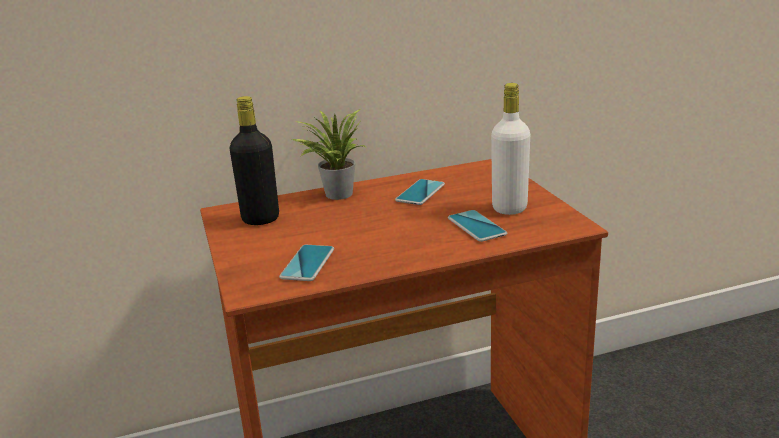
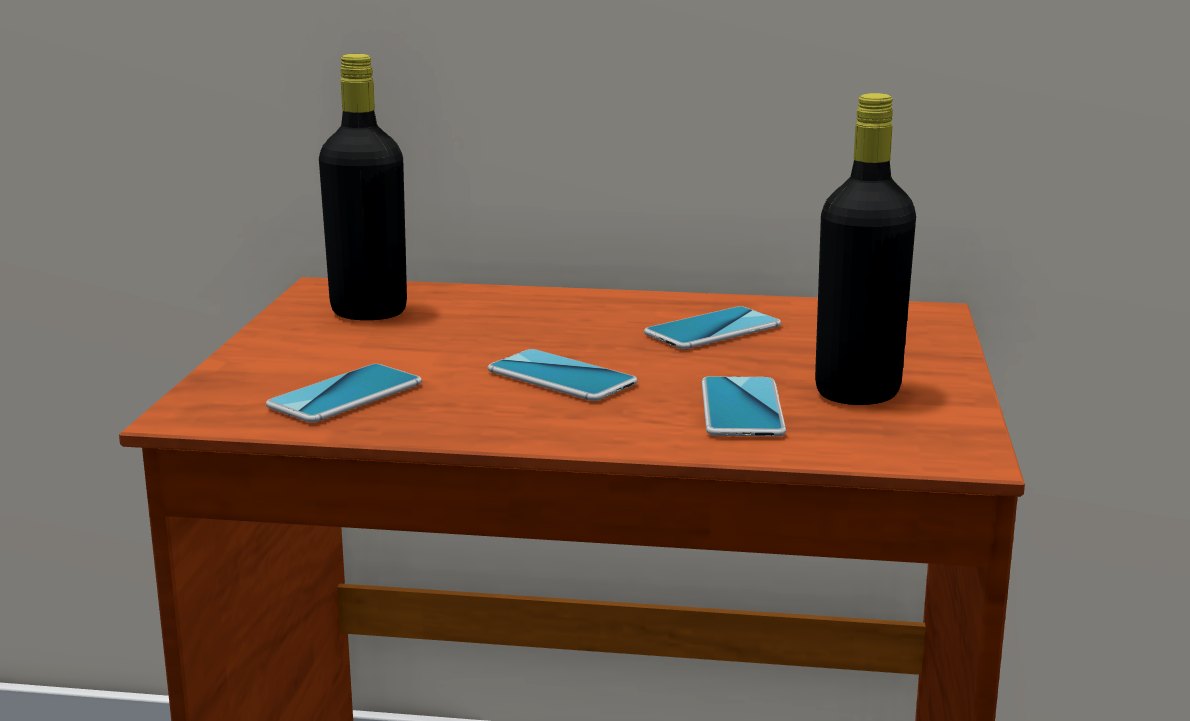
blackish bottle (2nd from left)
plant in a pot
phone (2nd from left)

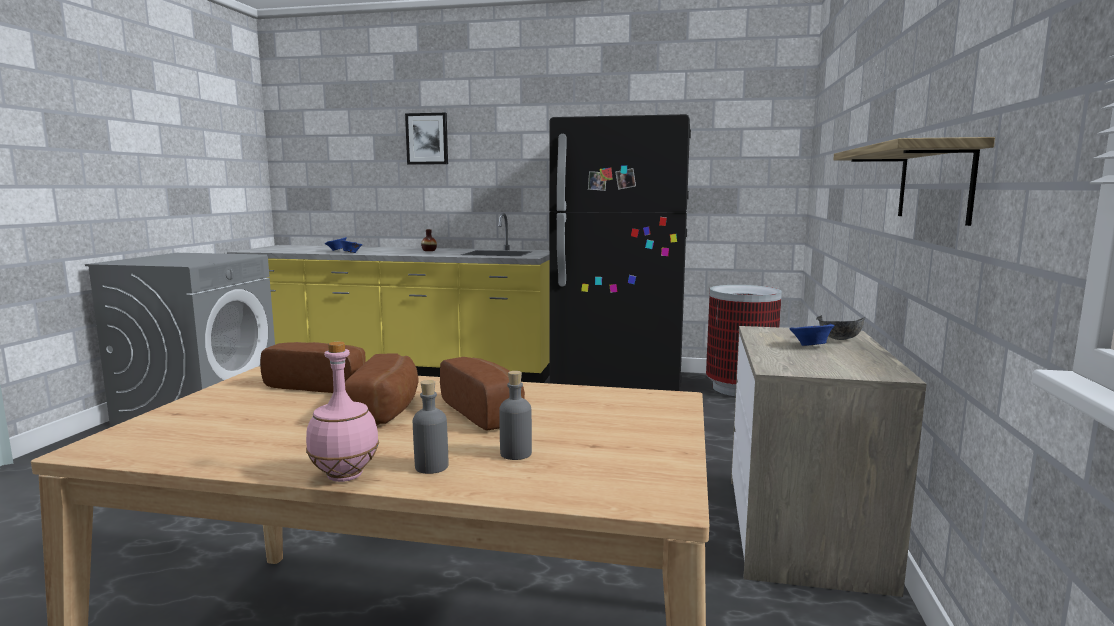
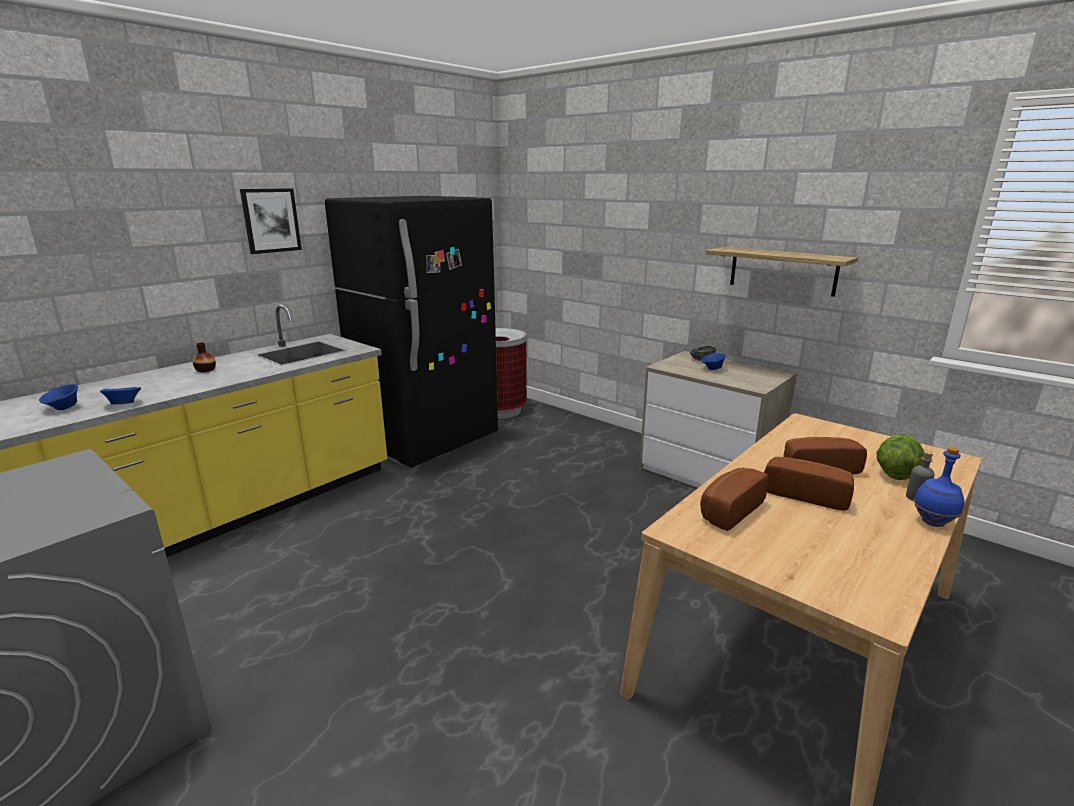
wall art
blue-coloured bottle
lettuce head

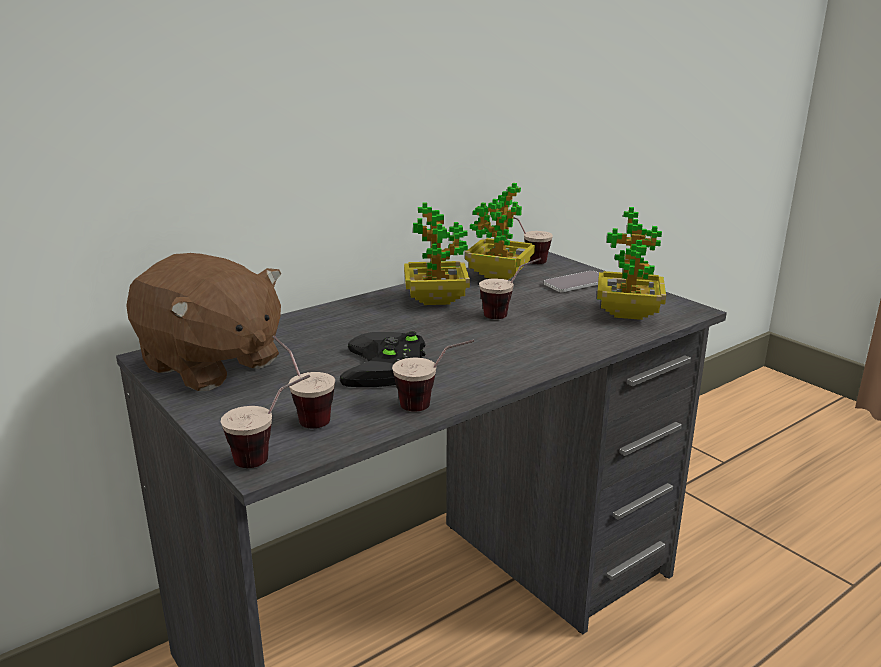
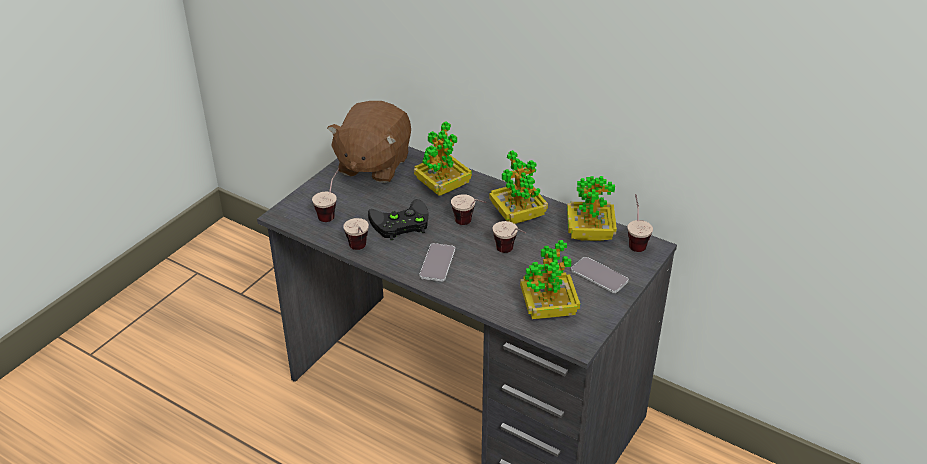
small cup (3rd from left)
plant in a pot (1st from left)
phone (1st from left)

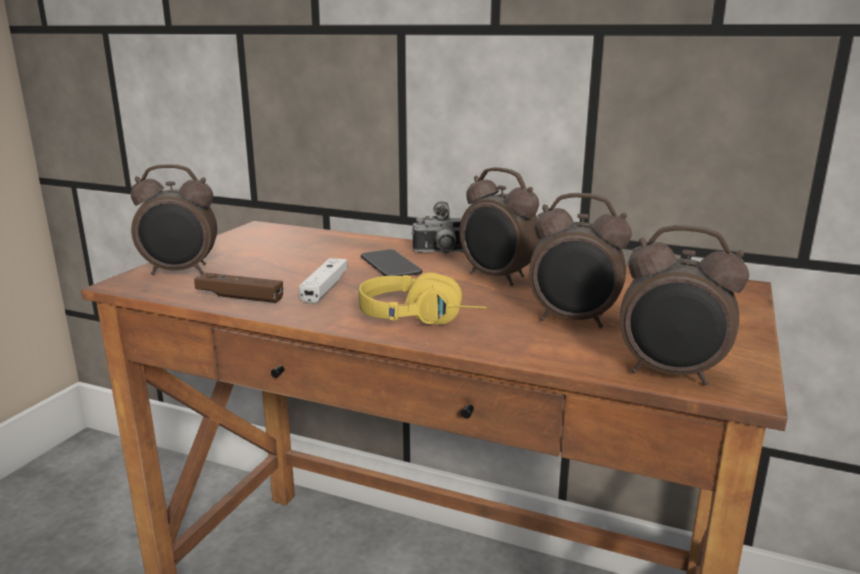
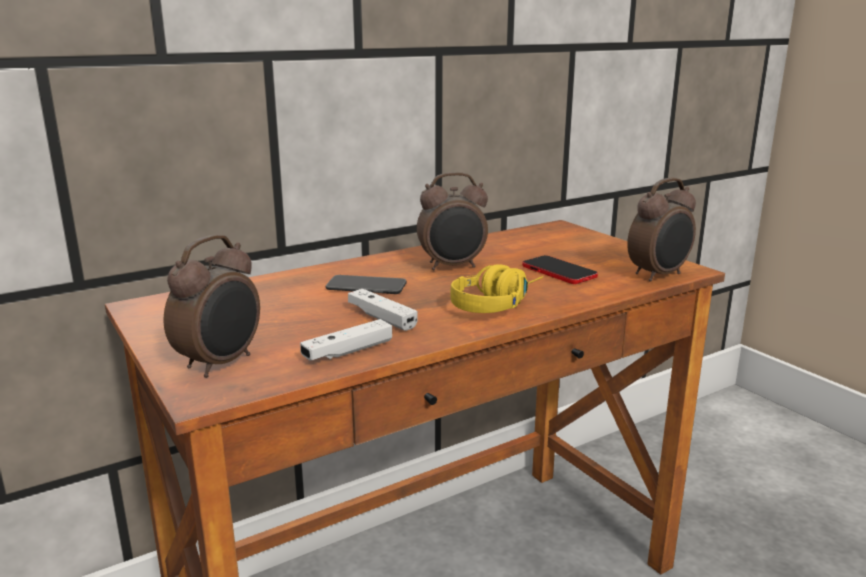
phone (2nd from left)
photo camera
white-coloured joypad (1st from left)

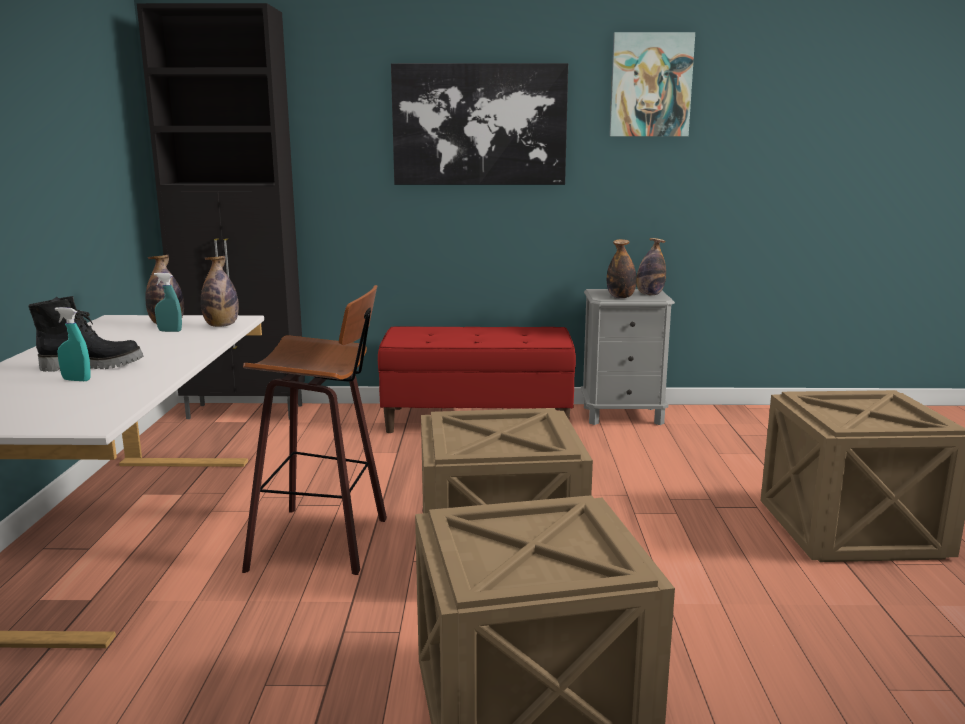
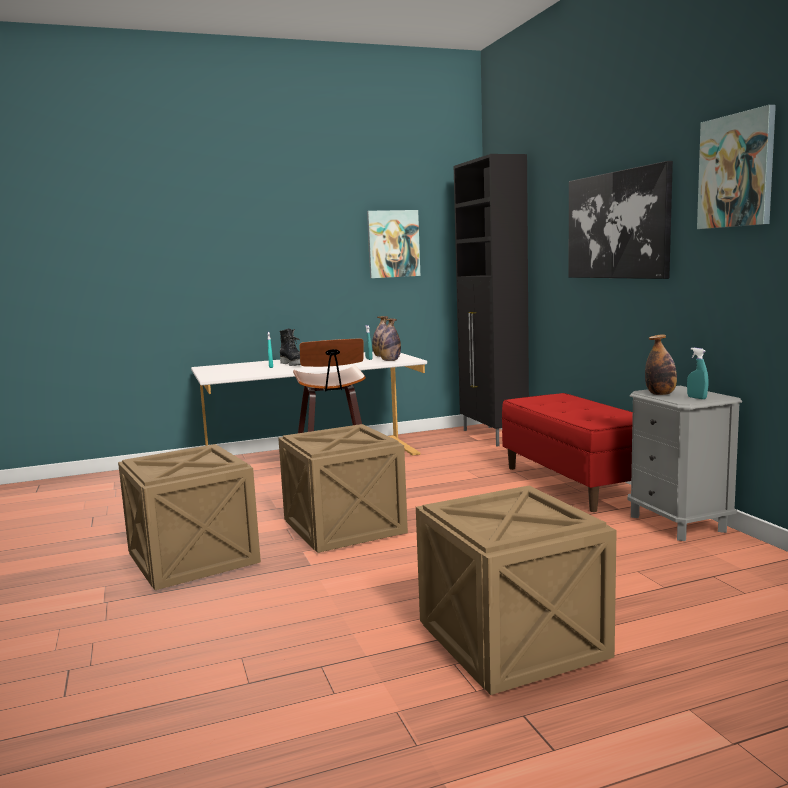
turquoise sprayer (3rd from left)
wall art (1st from left)

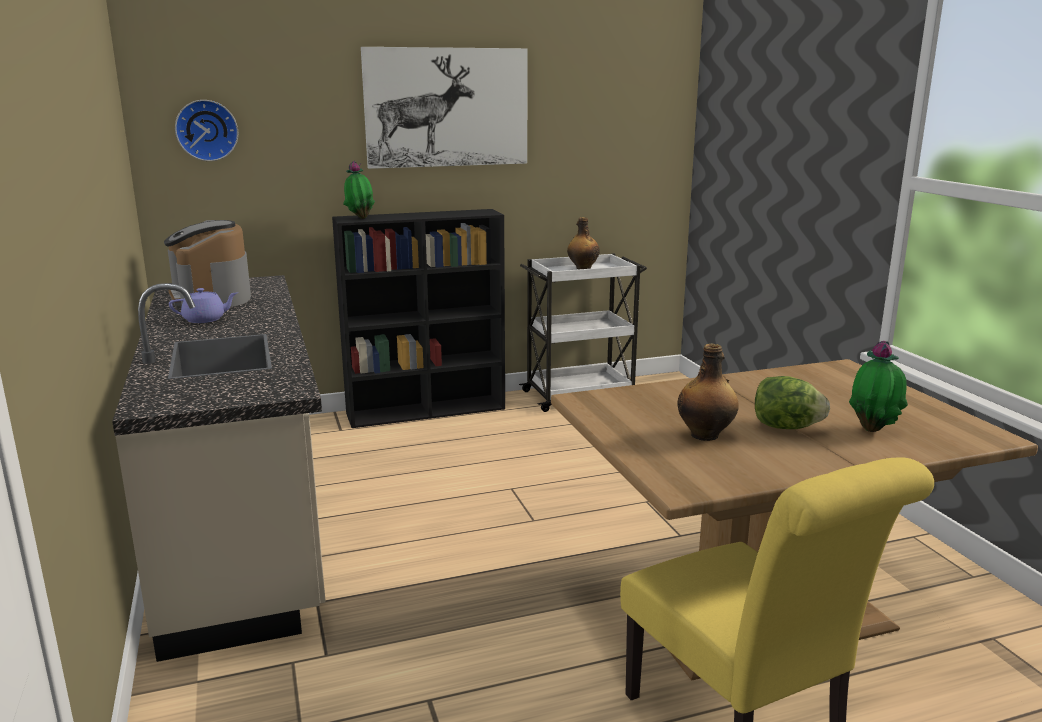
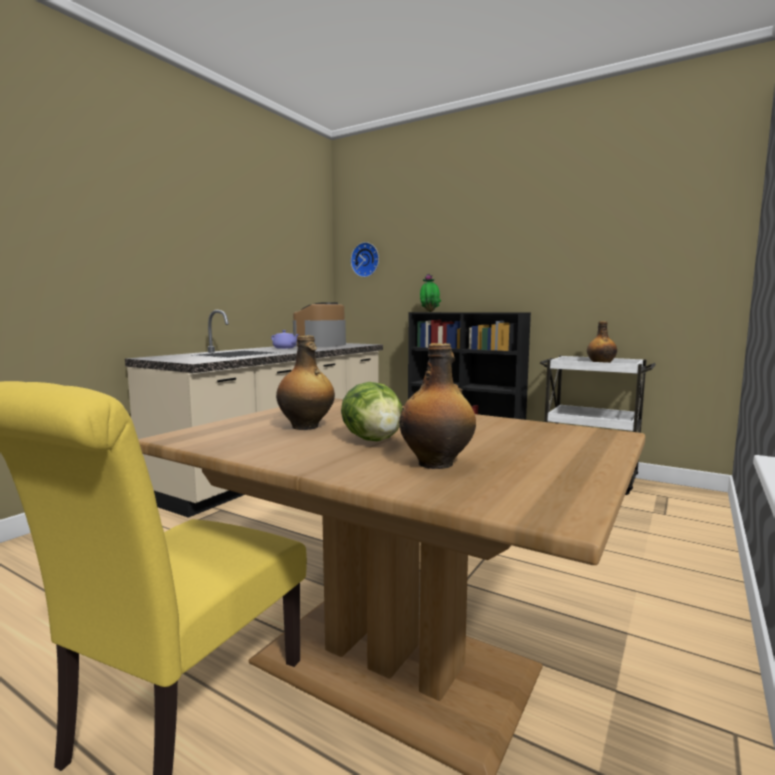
wall art
bottle (2nd from left)

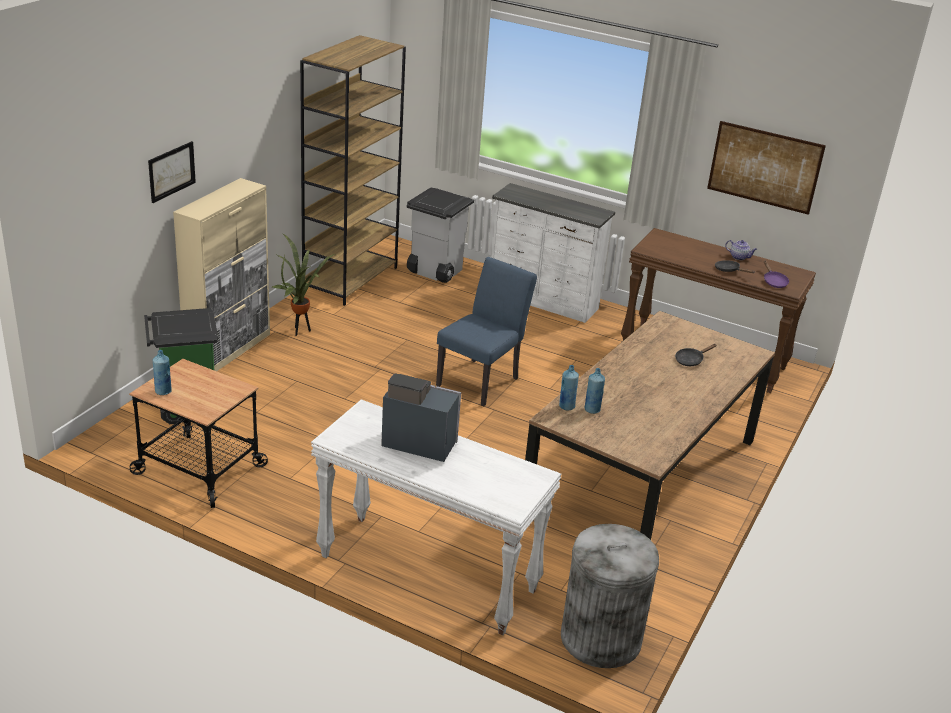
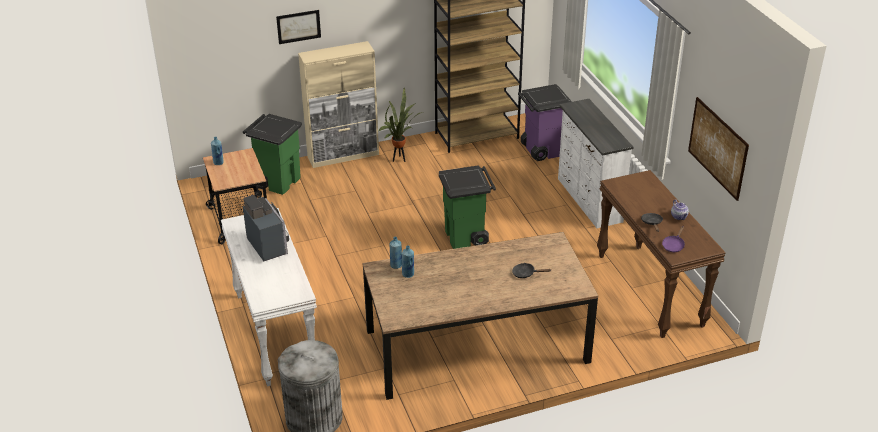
purplish waste bin
green waste bin (2nd from left)

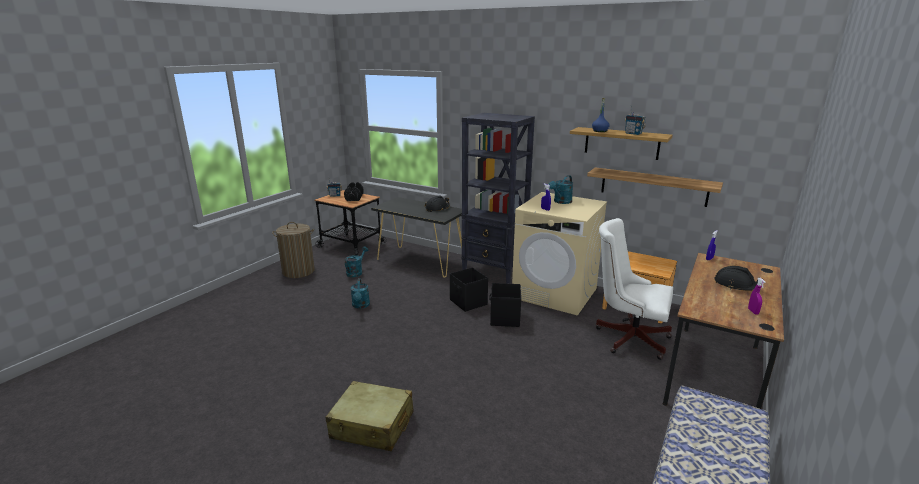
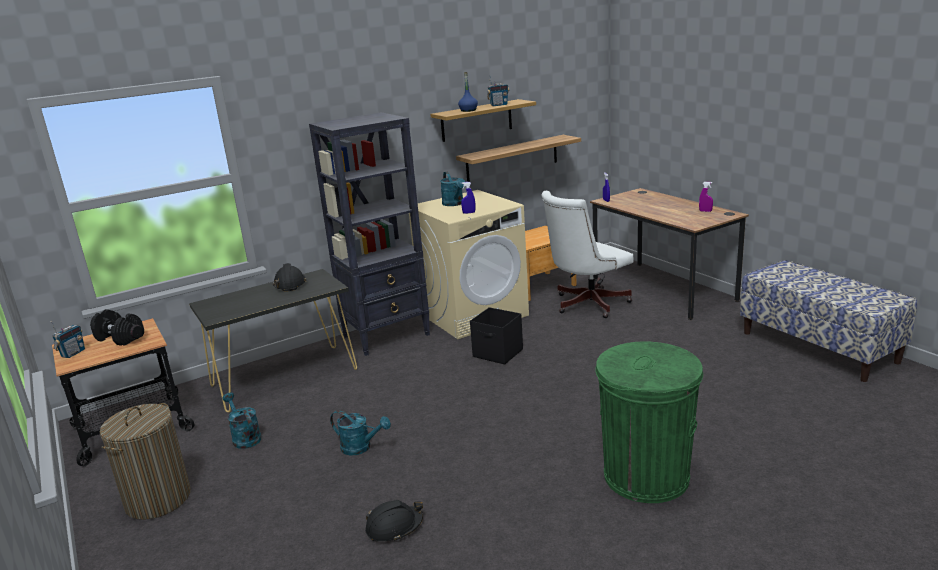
blackish safety helmet (2nd from left)
blackish storage bin (1st from left in the first image)
green waste bin

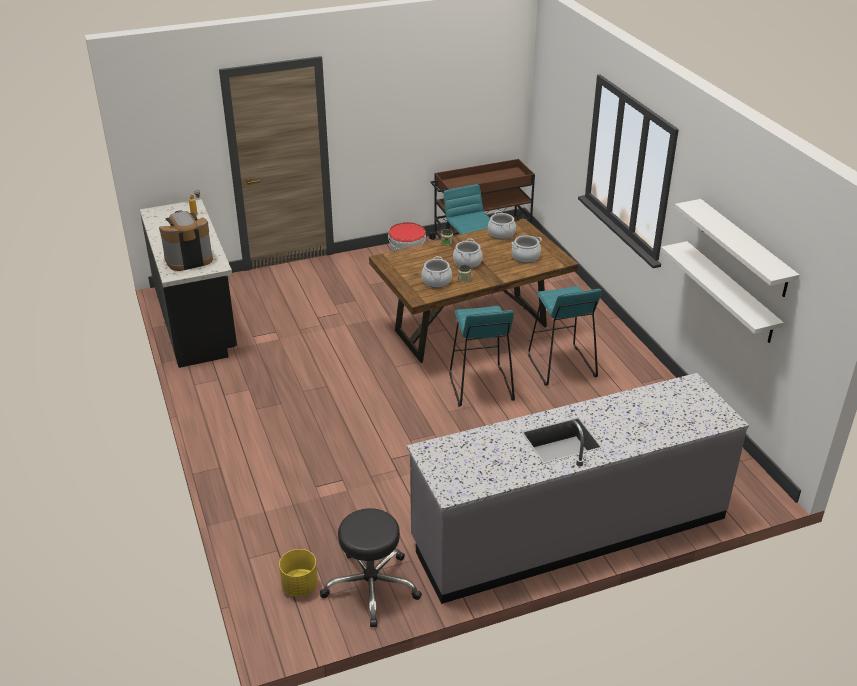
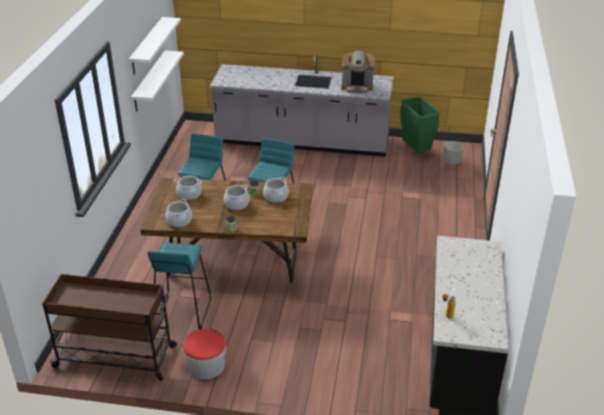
coffee maker
green waste bin
grey plant pot

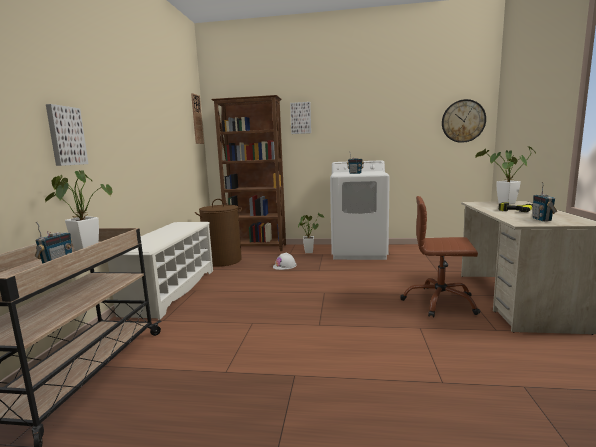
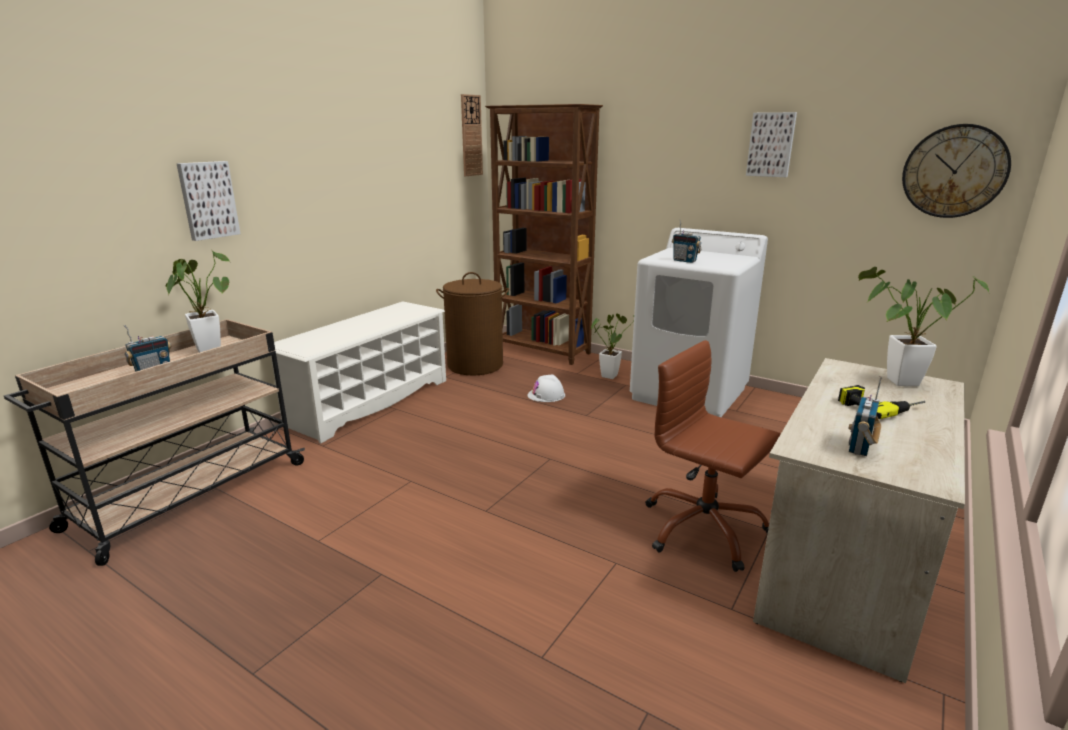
wall art (2nd from left)

